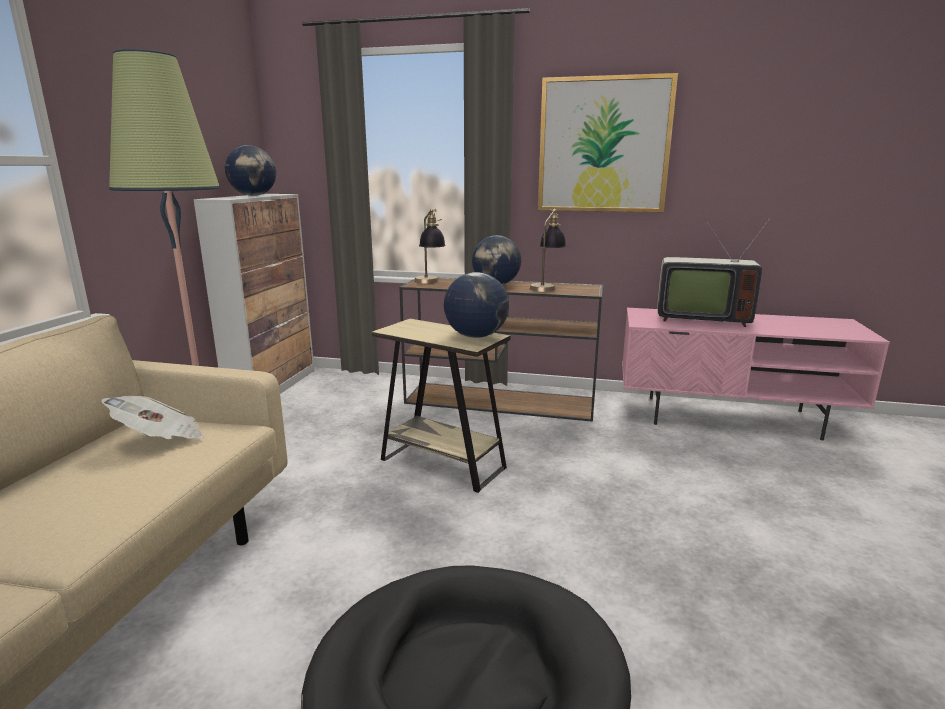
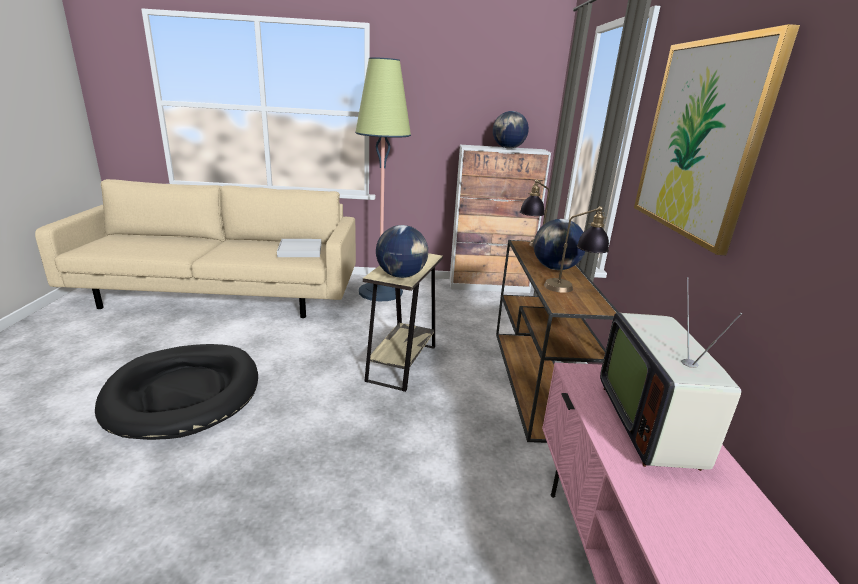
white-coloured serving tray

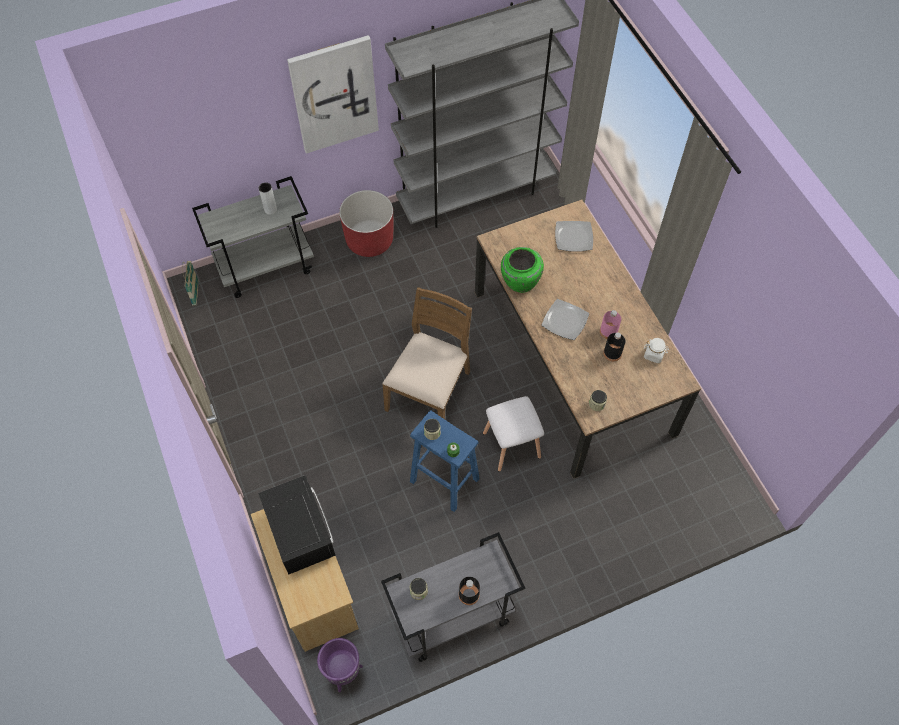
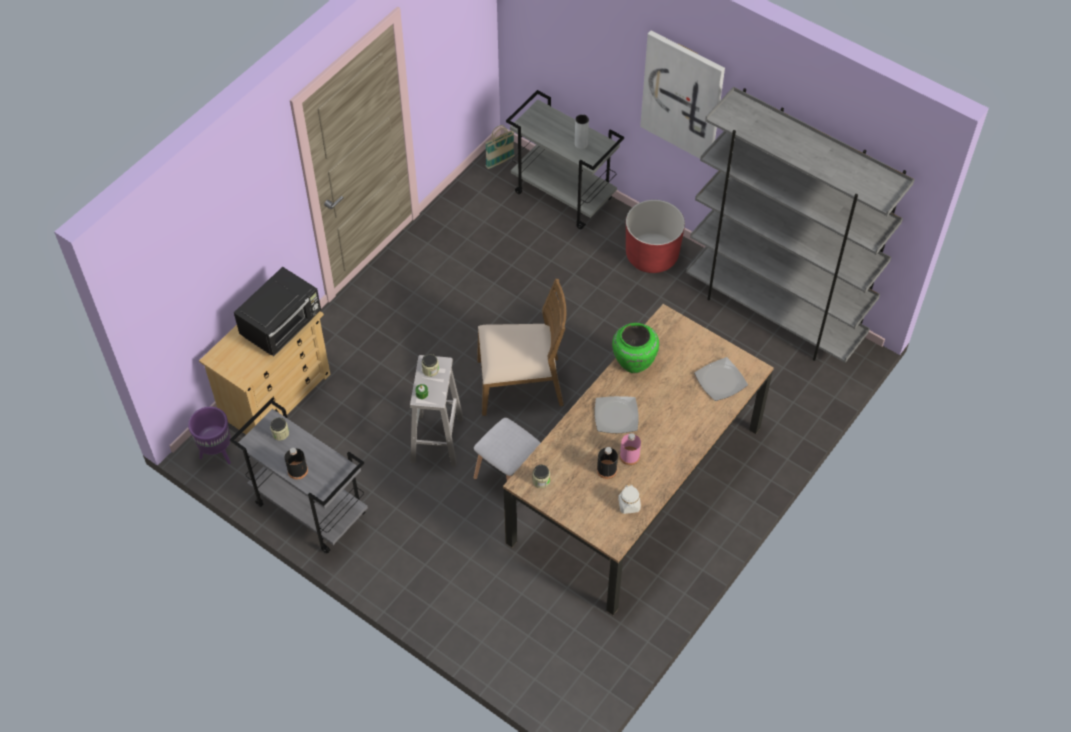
white-coloured stool (1st from left)

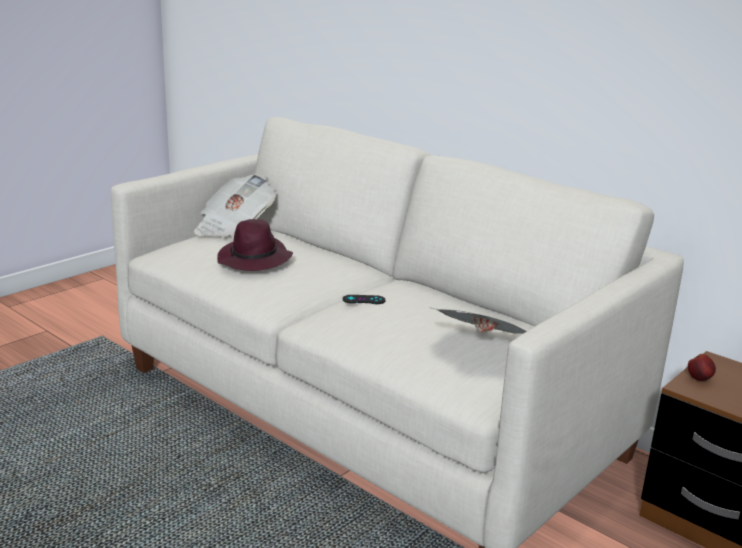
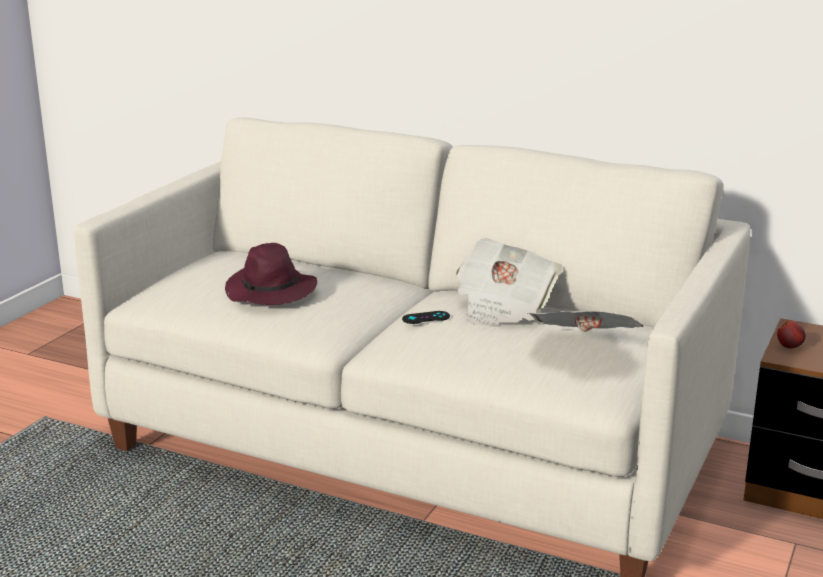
daily paper (1st from left)

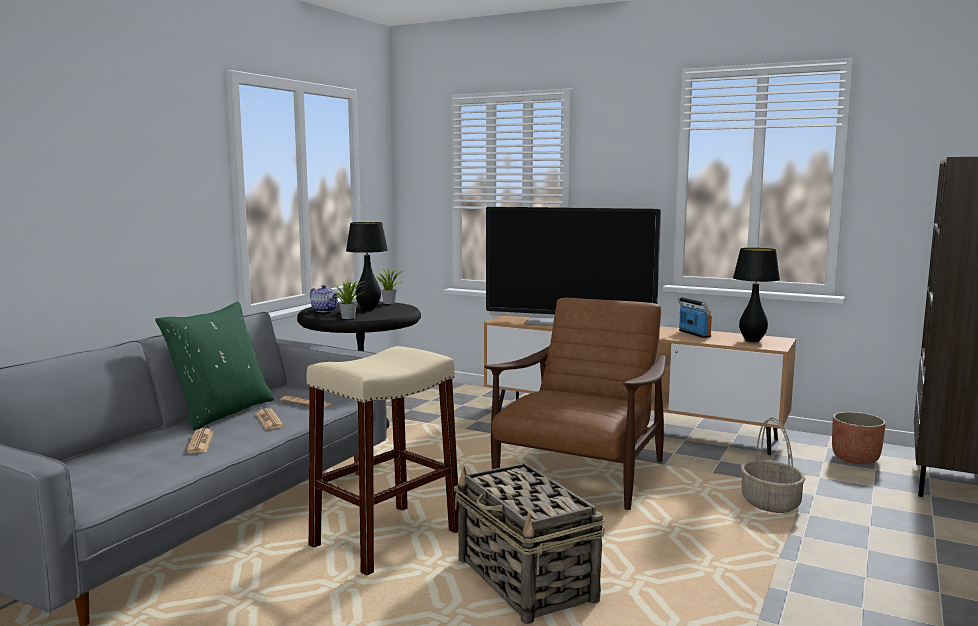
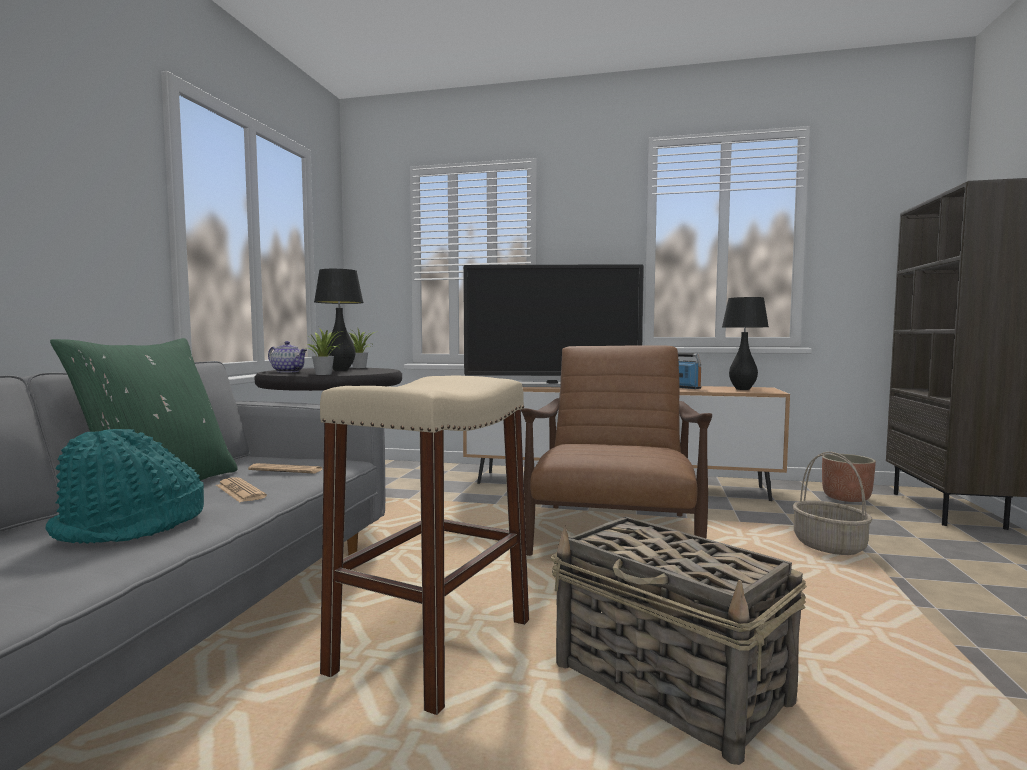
turquoise wearable hat

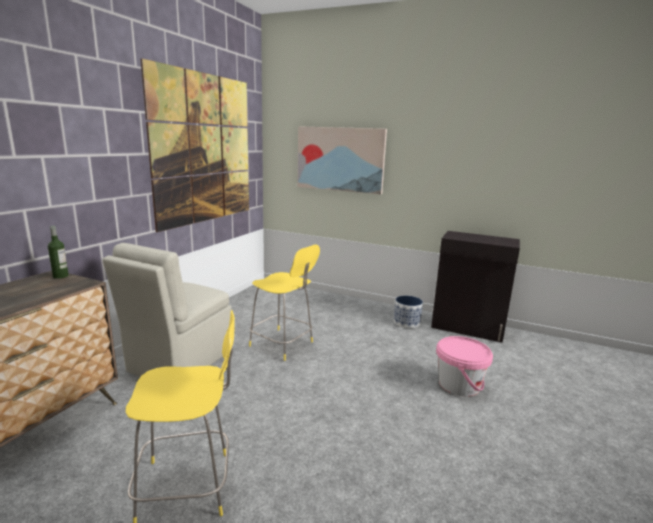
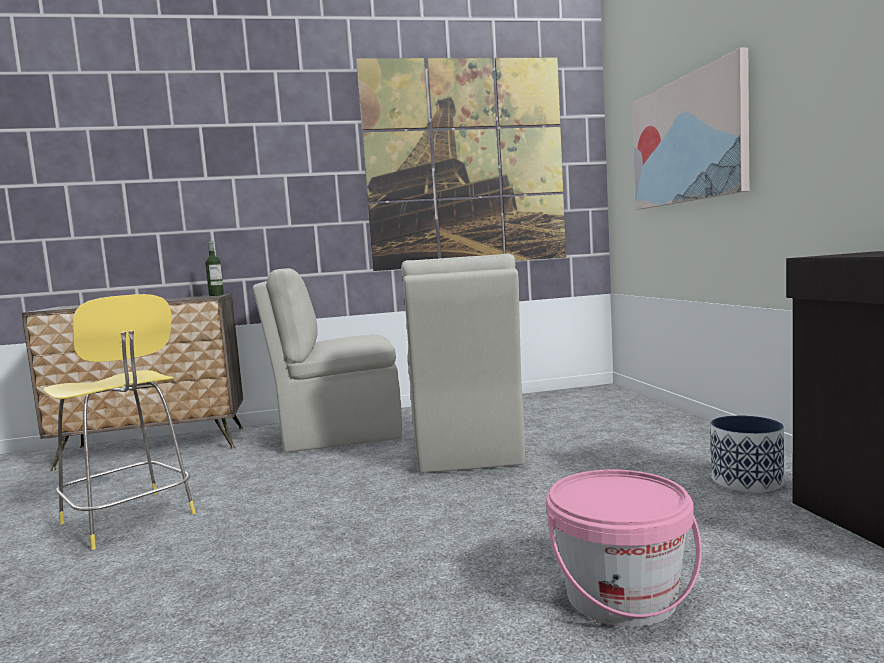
sand-coloured chair (2nd from left)

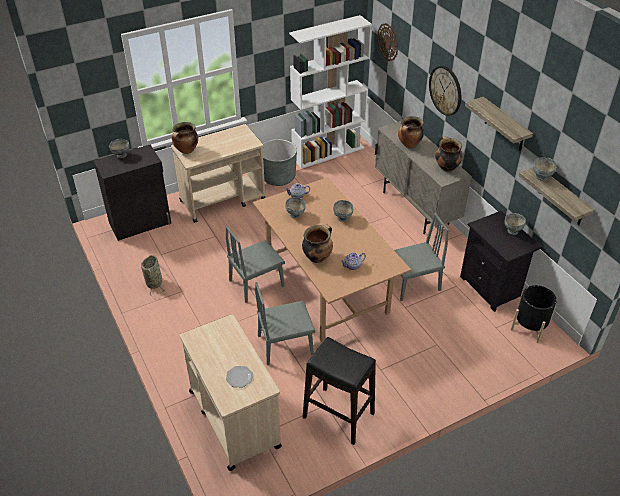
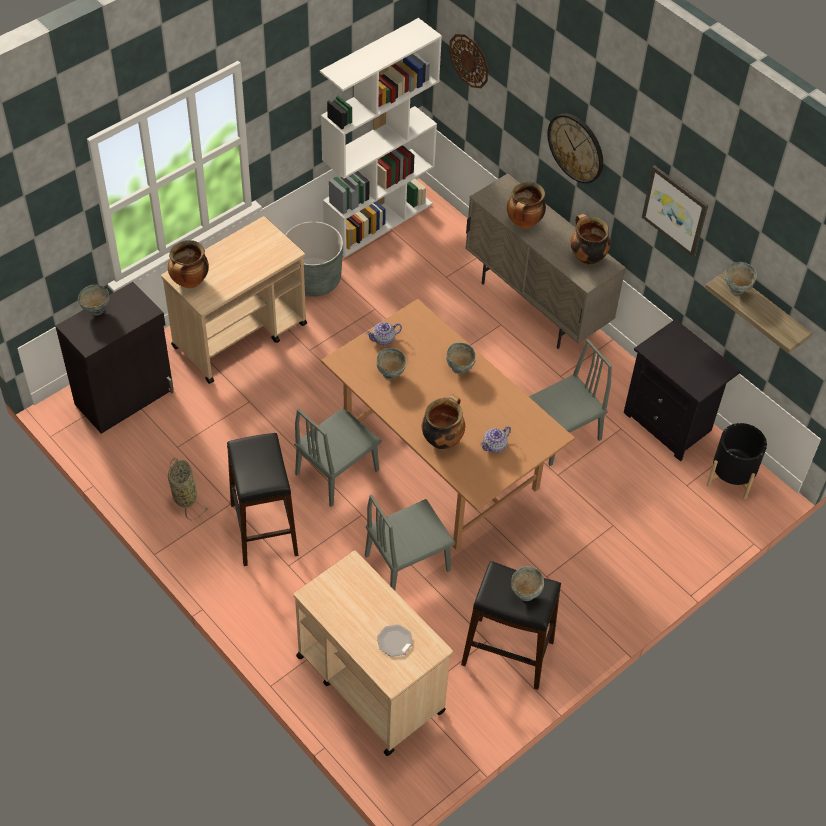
wall art
grey bowl (4th from left)
blackish stool (1st from left)

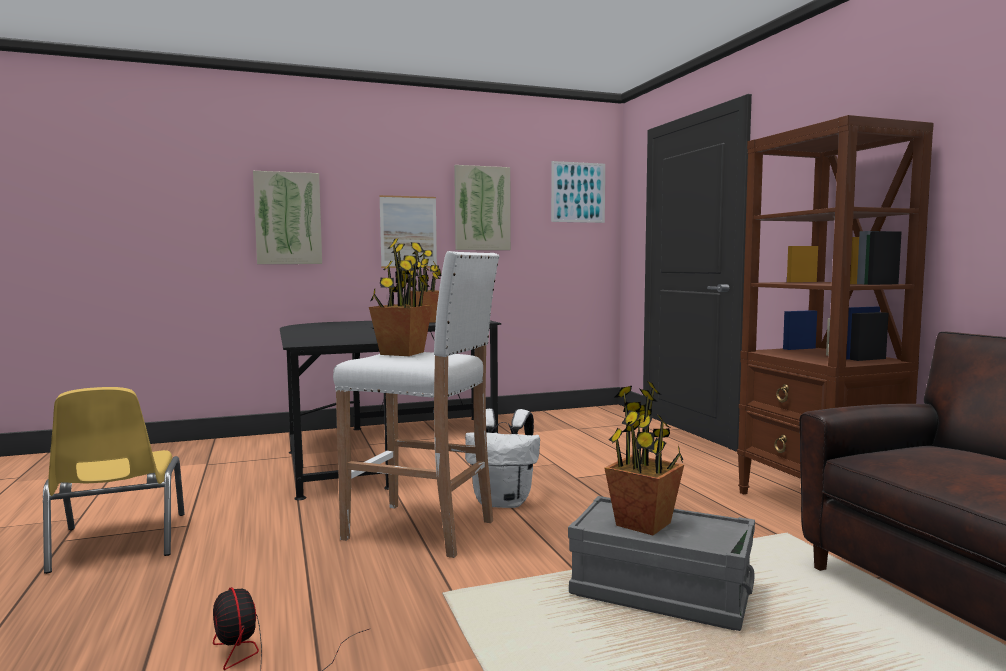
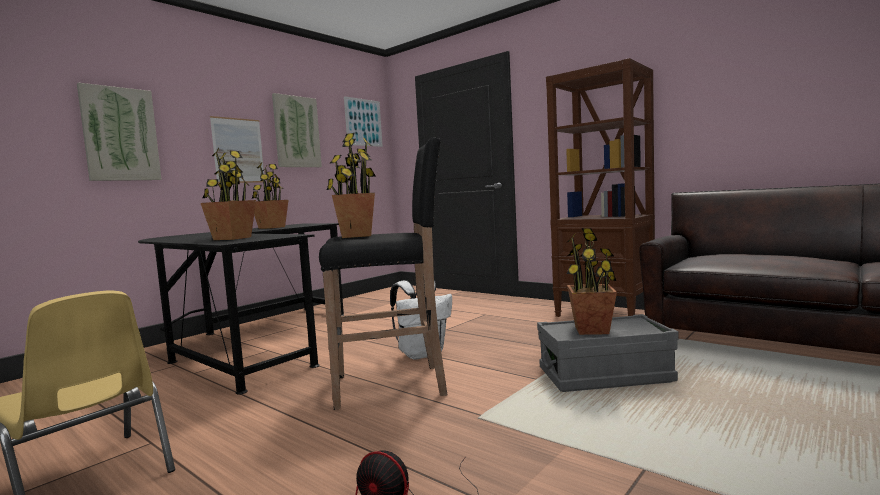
blackish stool
plant in a pot (1st from left)

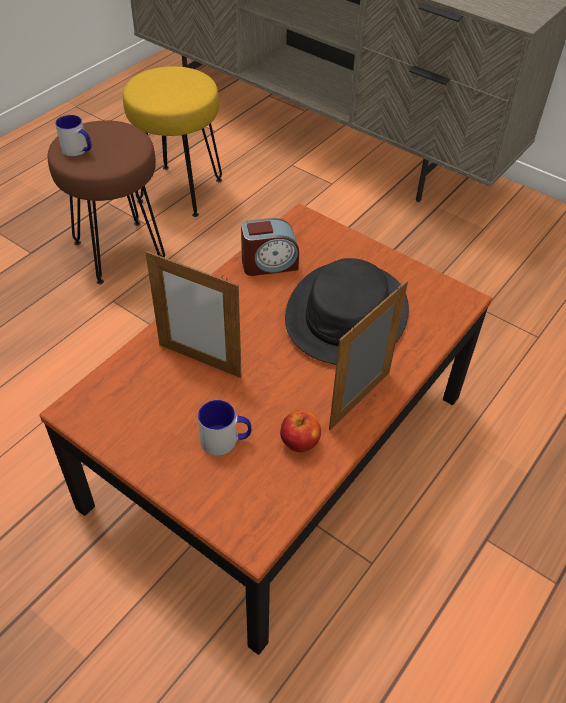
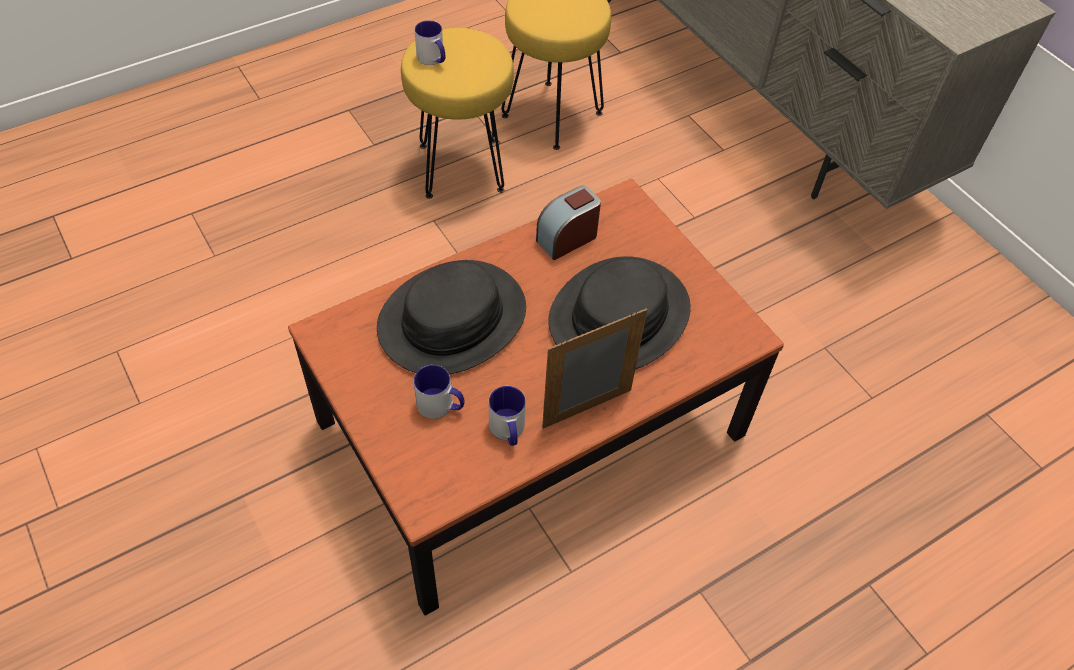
yellow-coloured stool (1st from left)
table clock
blackish wearable hat (1st from left)
tea mug (3rd from left)

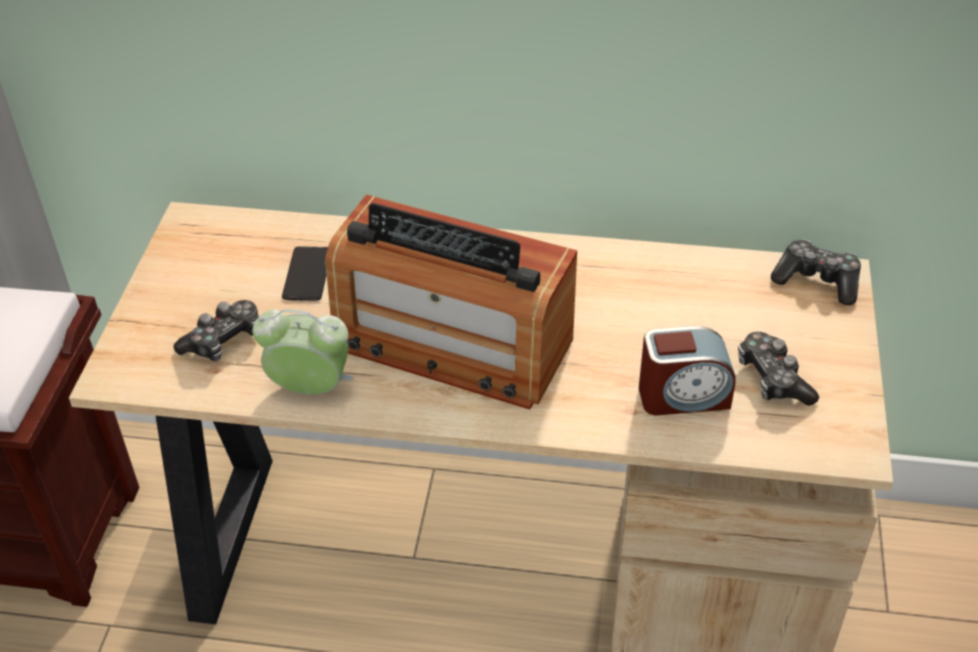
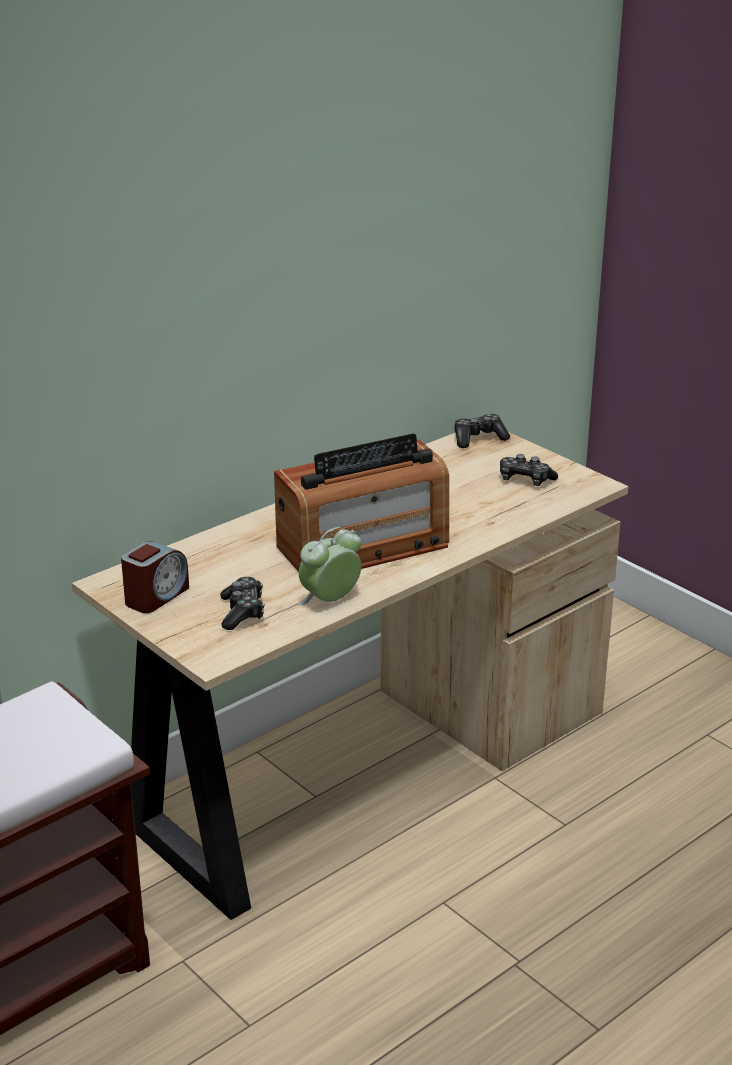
phone
table clock (1st from left)

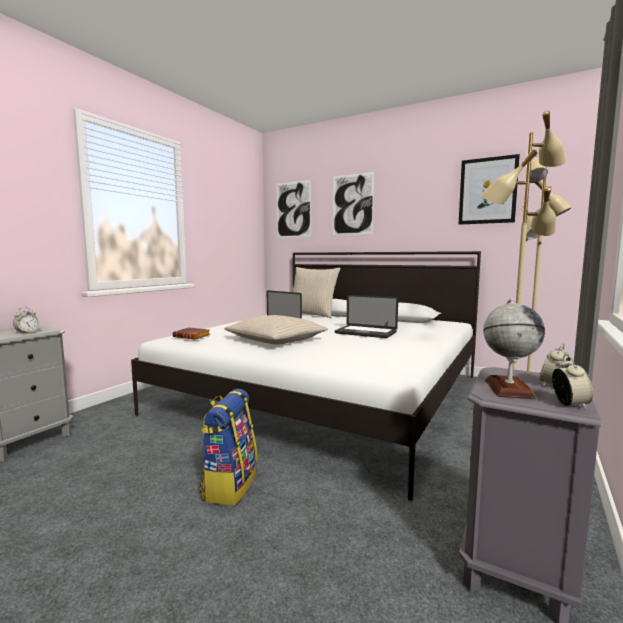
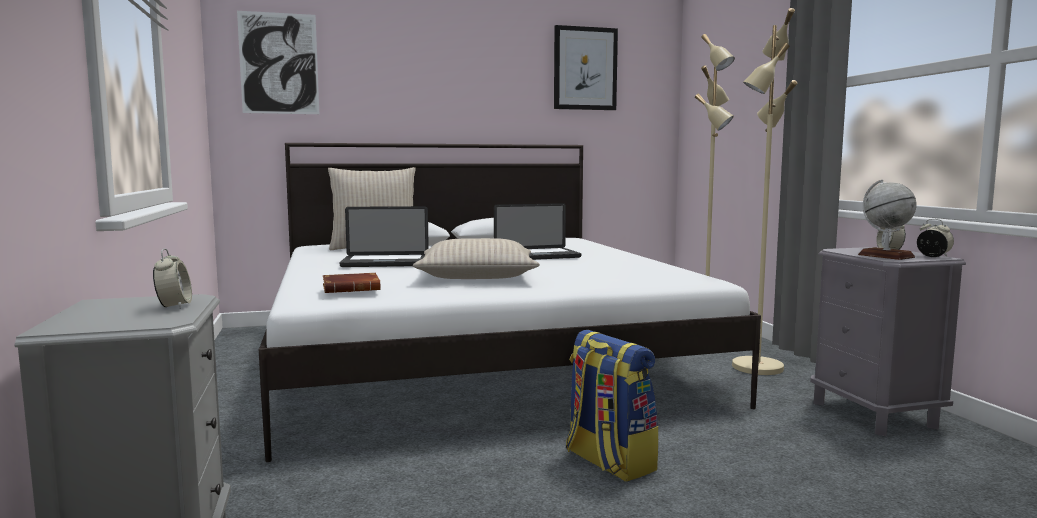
wall art (2nd from left in the first image)

